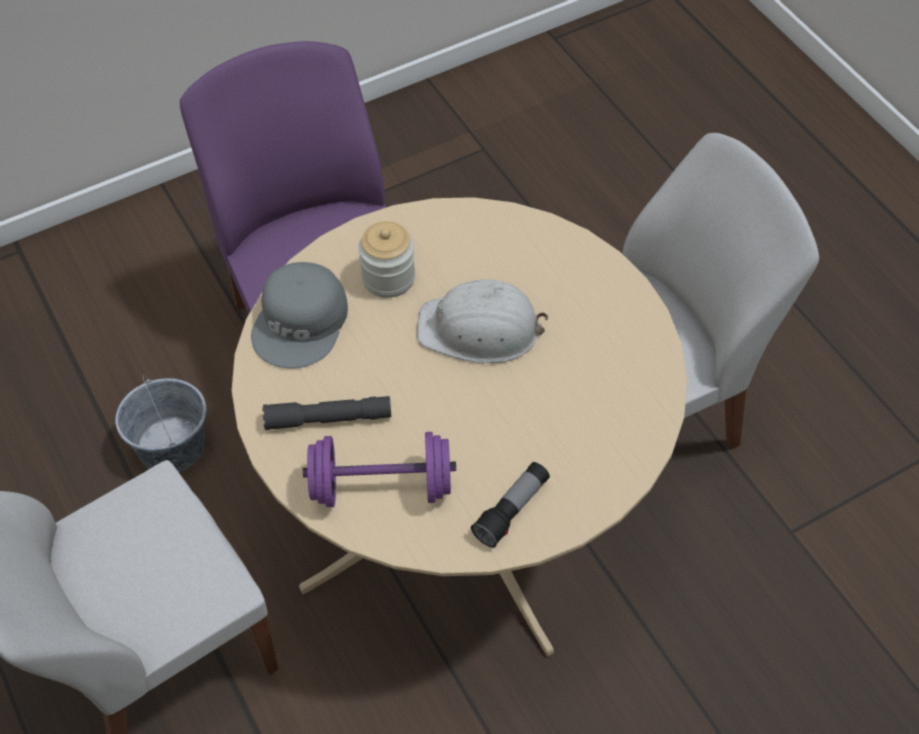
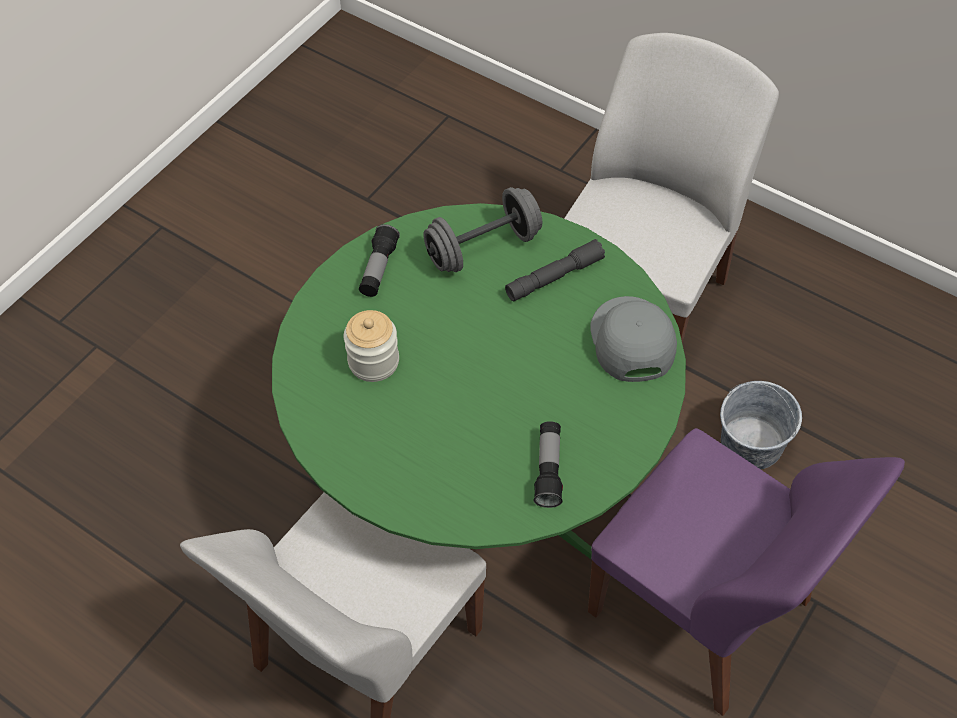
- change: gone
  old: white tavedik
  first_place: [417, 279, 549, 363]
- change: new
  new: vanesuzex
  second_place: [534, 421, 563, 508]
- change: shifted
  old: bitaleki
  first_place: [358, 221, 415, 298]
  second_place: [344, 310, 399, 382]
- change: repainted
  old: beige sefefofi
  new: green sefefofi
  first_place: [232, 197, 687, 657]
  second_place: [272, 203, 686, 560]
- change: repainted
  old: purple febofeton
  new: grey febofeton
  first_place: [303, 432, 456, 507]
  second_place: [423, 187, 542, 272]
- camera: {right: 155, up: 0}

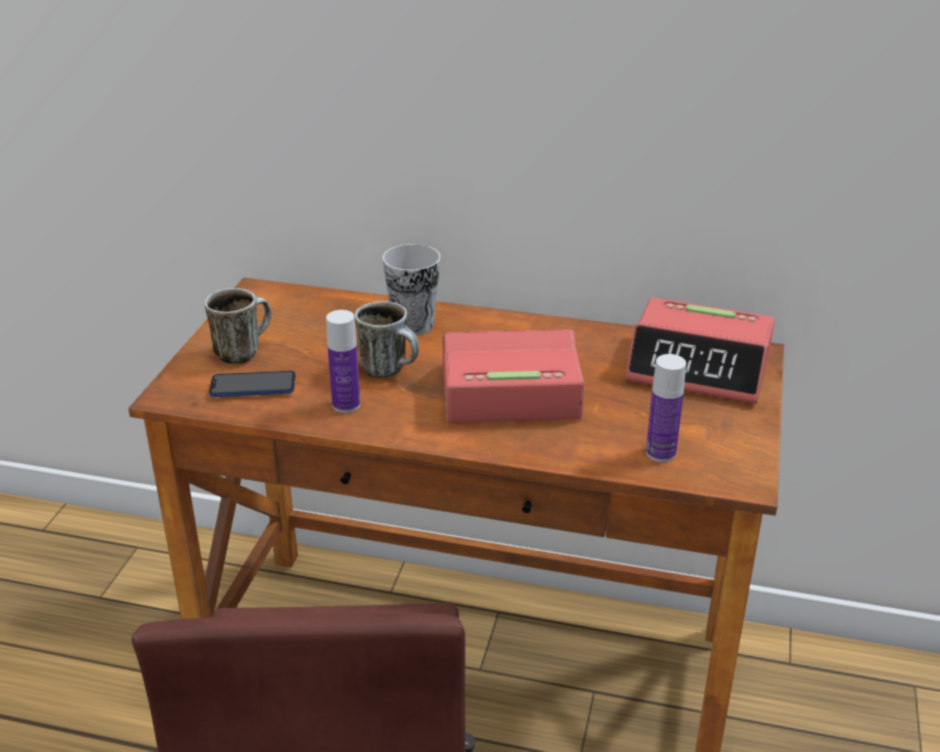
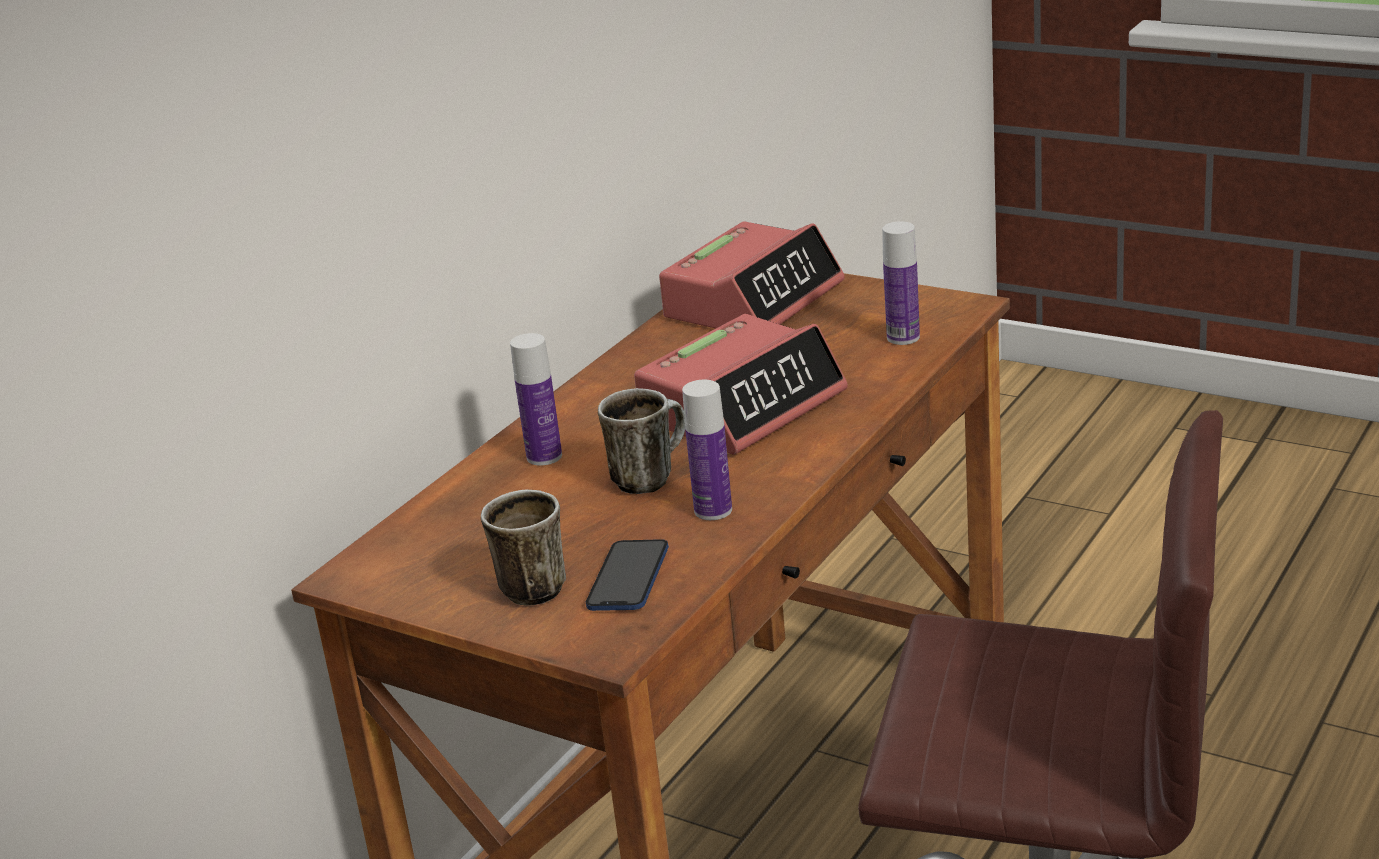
- change: swapped
  old: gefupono
  new: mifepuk
  first_place: [382, 244, 440, 336]
  second_place: [510, 333, 562, 466]
- change: rotated
  old: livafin
  first_place: [443, 329, 584, 423]
  second_place: [634, 314, 848, 455]
  degrees: -150
- camera: {right: -70, up: -5}

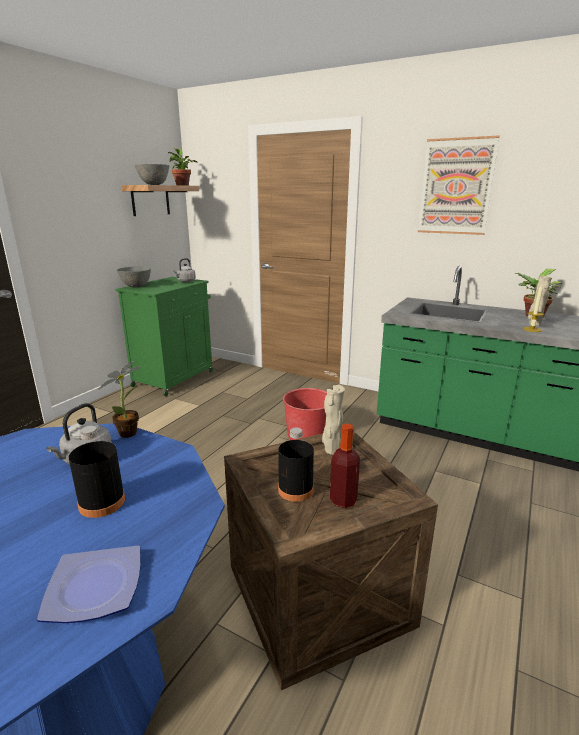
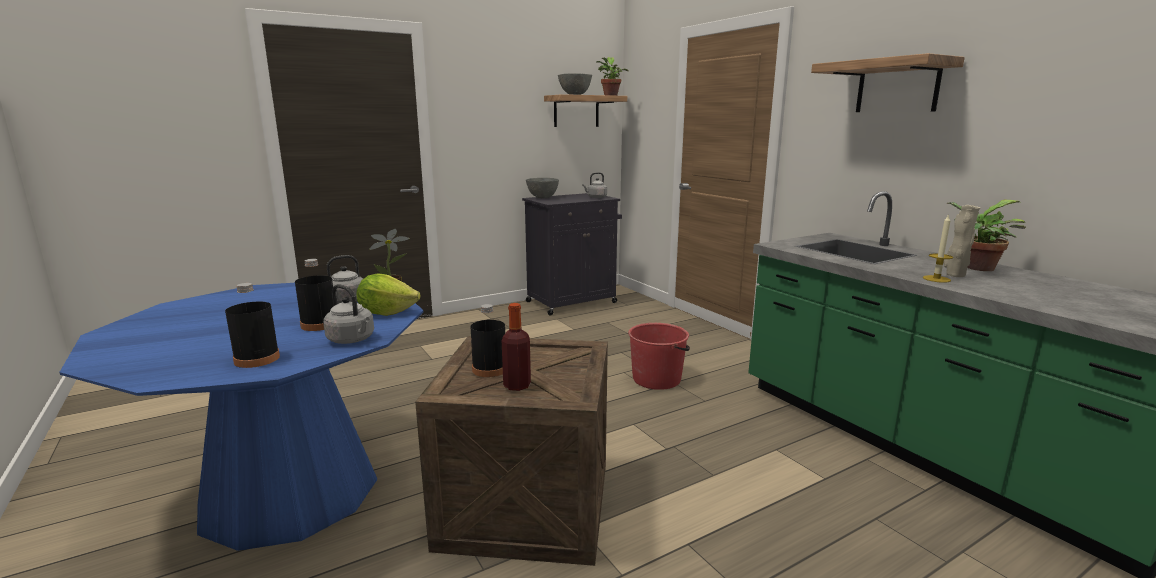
- change: gone
  old: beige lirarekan
  first_place: [322, 385, 345, 455]
- change: new
  new: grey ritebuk
  second_place: [323, 284, 374, 344]
- change: new
  new: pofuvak
  second_place: [356, 273, 420, 316]
- change: swapped
  old: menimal
  new: black mifepuk
  first_place: [37, 546, 141, 623]
  second_place: [225, 283, 280, 368]
- change: swapped
  old: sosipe
  new: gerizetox
  first_place: [418, 135, 499, 235]
  second_place: [811, 53, 965, 112]
- change: repainted
  old: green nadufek
  new: black nadufek
  first_place: [115, 277, 213, 396]
  second_place: [522, 193, 622, 316]
- camera: {right: 30, up: -5}

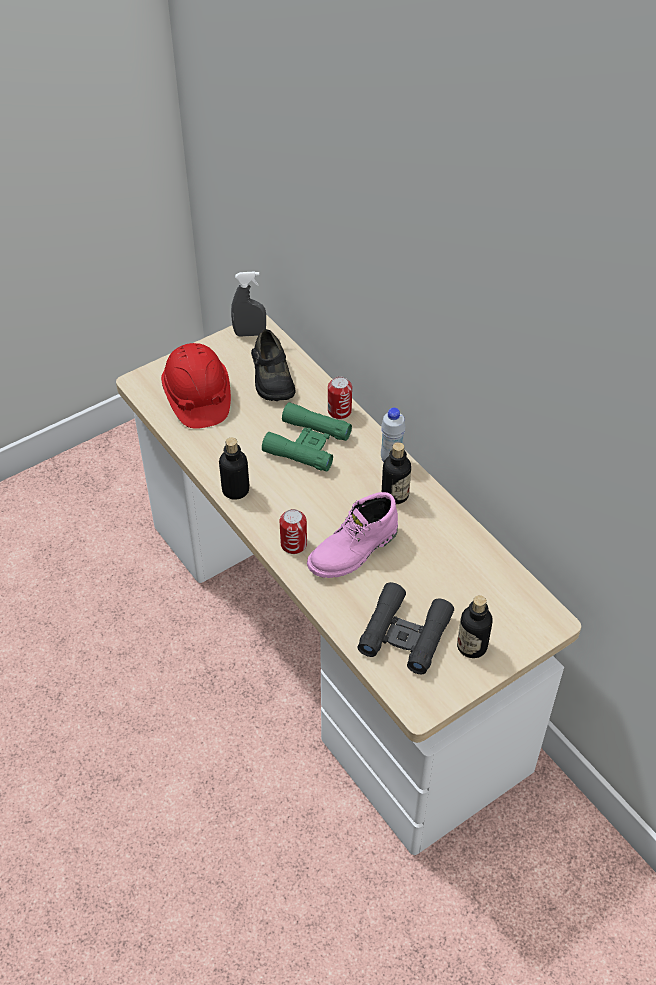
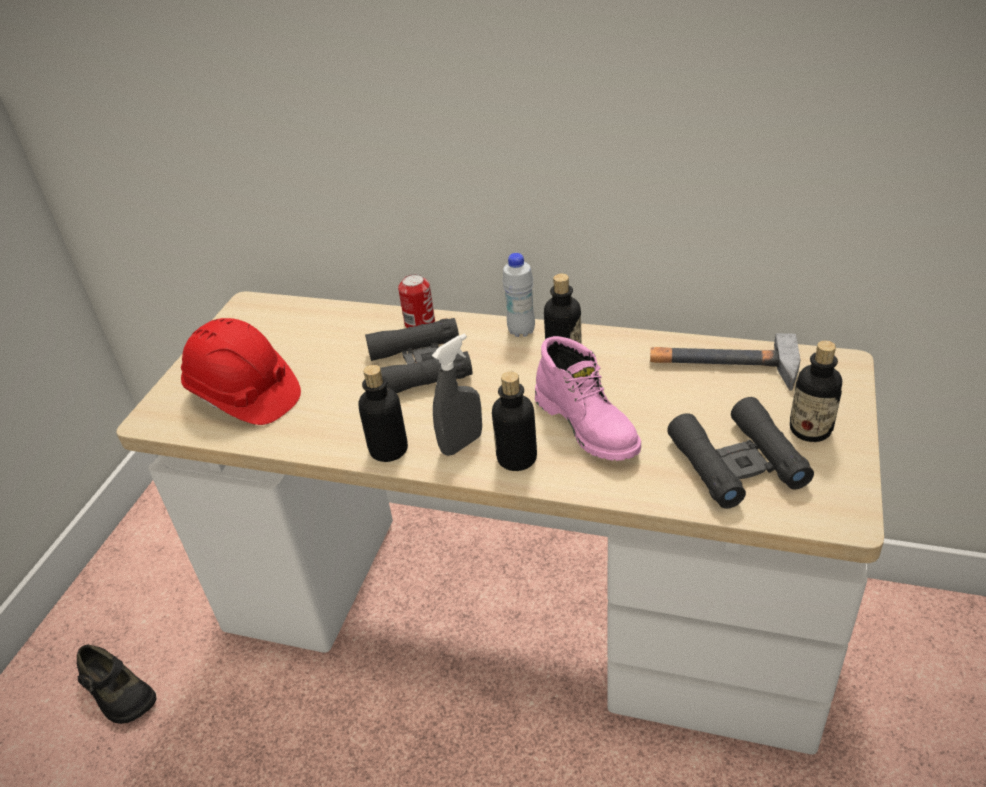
- change: new
  new: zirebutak
  second_place: [650, 333, 800, 391]
- change: shifted
  old: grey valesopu
  first_place: [231, 271, 266, 337]
  second_place: [432, 334, 482, 456]
- change: shifted
  old: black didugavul
  first_place: [251, 329, 295, 401]
  second_place: [77, 645, 156, 724]
- change: swapped
  old: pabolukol
  new: mifepuk
  first_place: [280, 509, 307, 554]
  second_place: [492, 371, 537, 471]
- change: repainted
  old: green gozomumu
  new: black gozomumu
  first_place: [262, 402, 352, 472]
  second_place: [365, 318, 473, 393]
- change: rotated
  old: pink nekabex
  first_place: [307, 492, 398, 578]
  second_place: [535, 336, 641, 461]
  degrees: -45
- camera: {right: -35, up: -10}

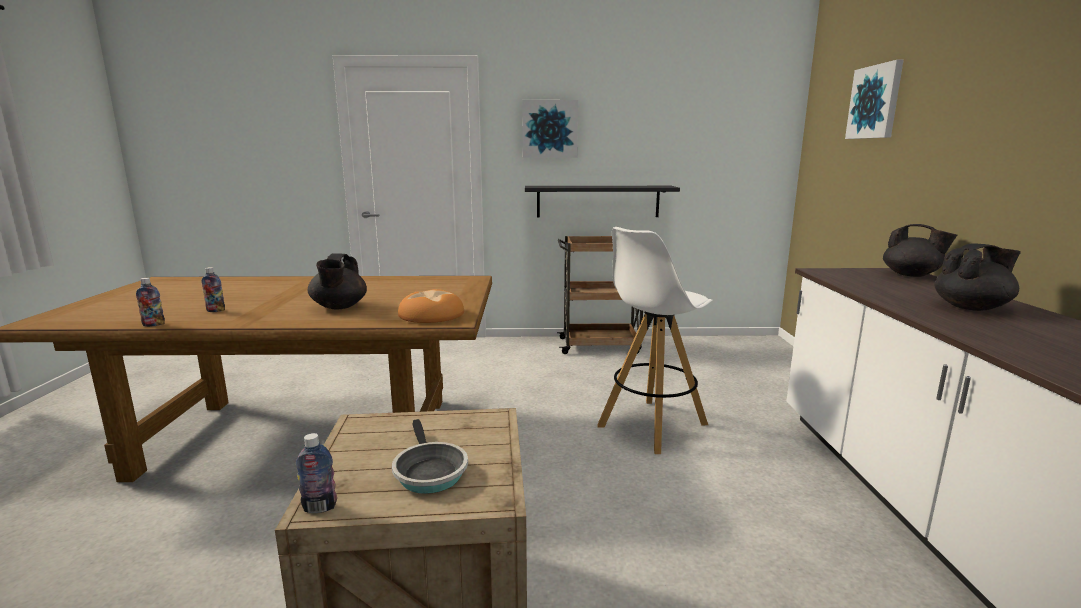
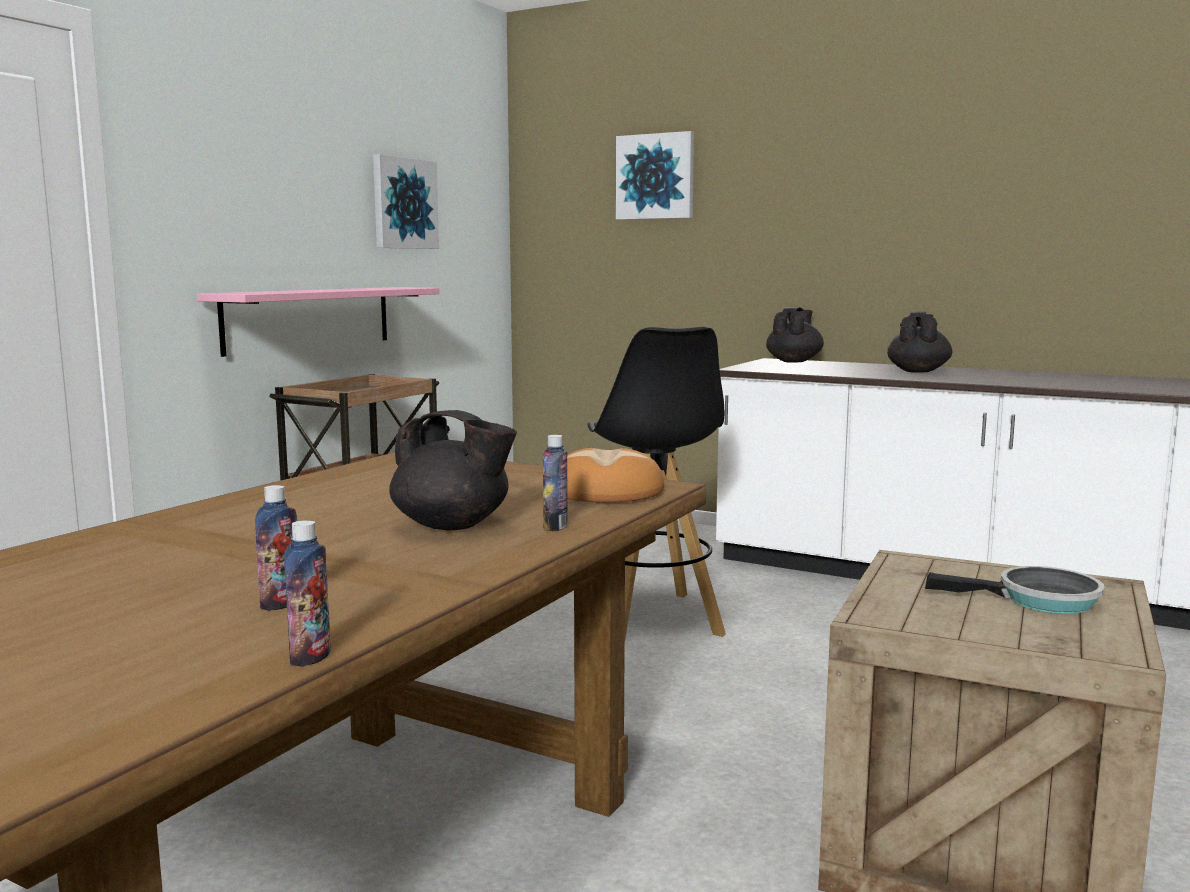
- change: shifted
  old: mifepuk
  first_place: [296, 433, 337, 513]
  second_place: [543, 435, 568, 531]
- change: shifted
  old: sosipe
  first_place: [522, 100, 578, 158]
  second_place: [373, 154, 439, 249]
- change: repainted
  old: black gerizetox
  new: pink gerizetox
  first_place: [525, 186, 680, 217]
  second_place: [197, 287, 439, 357]
- change: repainted
  old: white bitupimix
  new: black bitupimix
  first_place: [597, 227, 713, 454]
  second_place: [587, 326, 726, 638]
- change: rotated
  old: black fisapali
  first_place: [883, 224, 957, 277]
  second_place: [766, 307, 824, 363]
  degrees: -45
- camera: {right: -60, up: -5}

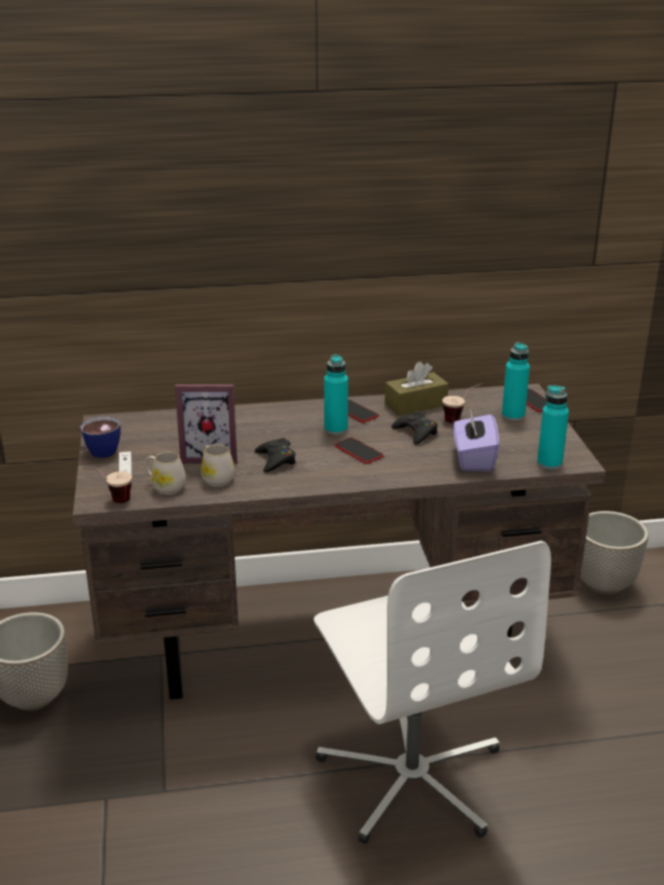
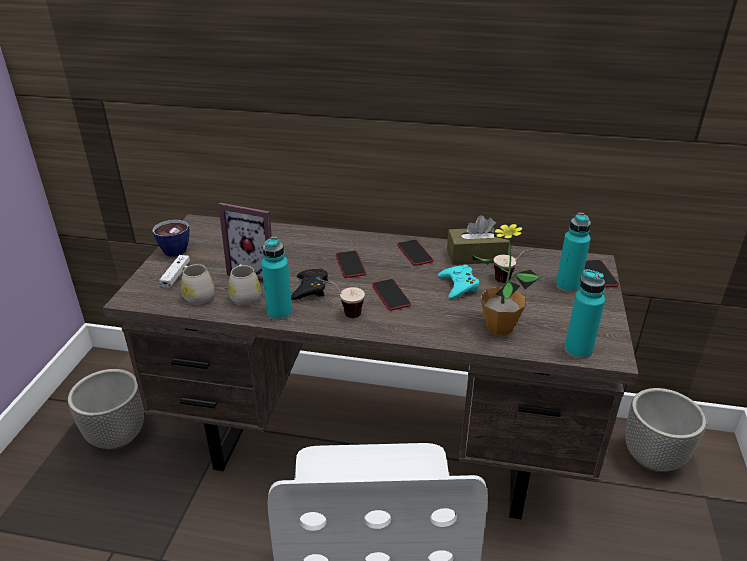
- change: new
  new: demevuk
  second_place: [336, 251, 366, 278]
- change: shifted
  old: gefupono
  first_place: [82, 467, 132, 503]
  second_place: [319, 279, 365, 318]
- change: shifted
  old: turquoise mifepuk
  first_place: [324, 354, 348, 435]
  second_place: [261, 237, 292, 321]
- change: swapped
  old: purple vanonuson
  new: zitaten
  first_place: [453, 408, 499, 471]
  second_place: [472, 222, 540, 336]
- change: repainted
  old: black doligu
  new: turquoise doligu
  first_place: [391, 411, 438, 445]
  second_place: [438, 265, 479, 299]
- camera: {right: 20, up: 5}

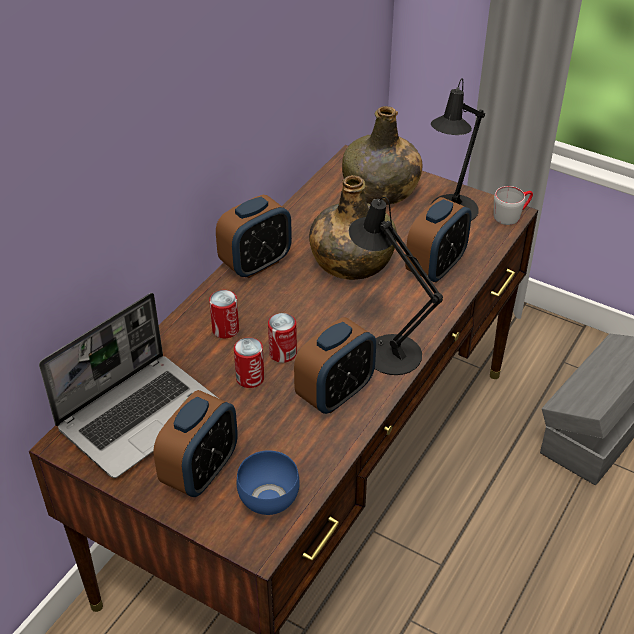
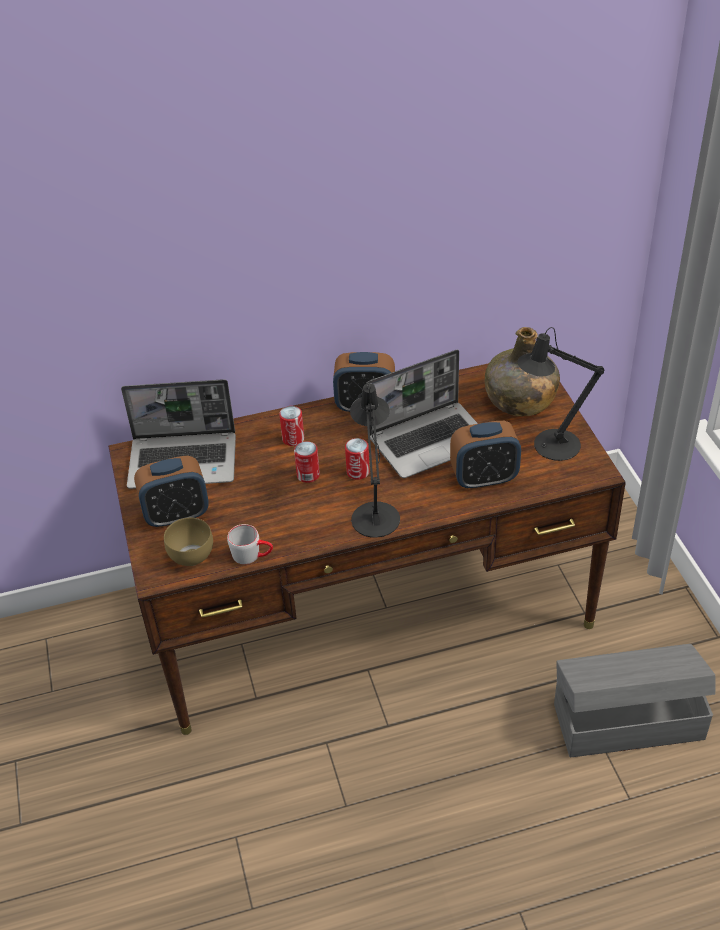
- change: gone
  old: livafin
  first_place: [294, 317, 376, 414]
- change: shifted
  old: pabolukol
  first_place: [234, 337, 264, 388]
  second_place: [345, 438, 370, 480]
- change: shifted
  old: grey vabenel
  first_place: [494, 186, 533, 225]
  second_place: [227, 524, 273, 564]
- change: swapped
  old: green mifepuk
  new: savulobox
  first_place: [309, 175, 397, 280]
  second_place: [366, 350, 478, 478]
- change: repainted
  old: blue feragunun
  new: brown feragunun
  first_place: [237, 450, 300, 515]
  second_place: [164, 518, 213, 566]
- camera: {right: 45, up: 0}

